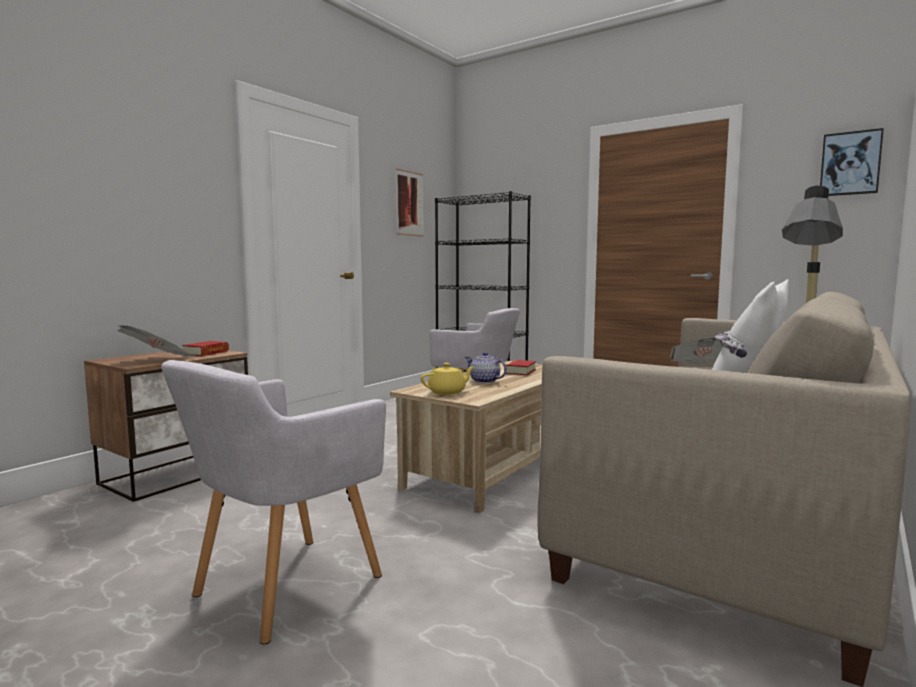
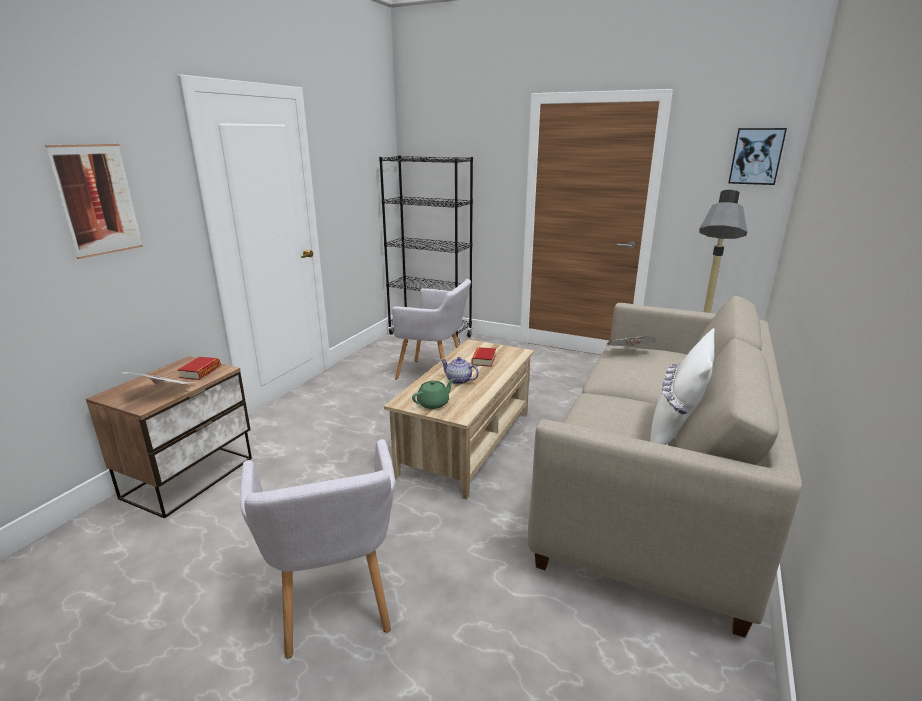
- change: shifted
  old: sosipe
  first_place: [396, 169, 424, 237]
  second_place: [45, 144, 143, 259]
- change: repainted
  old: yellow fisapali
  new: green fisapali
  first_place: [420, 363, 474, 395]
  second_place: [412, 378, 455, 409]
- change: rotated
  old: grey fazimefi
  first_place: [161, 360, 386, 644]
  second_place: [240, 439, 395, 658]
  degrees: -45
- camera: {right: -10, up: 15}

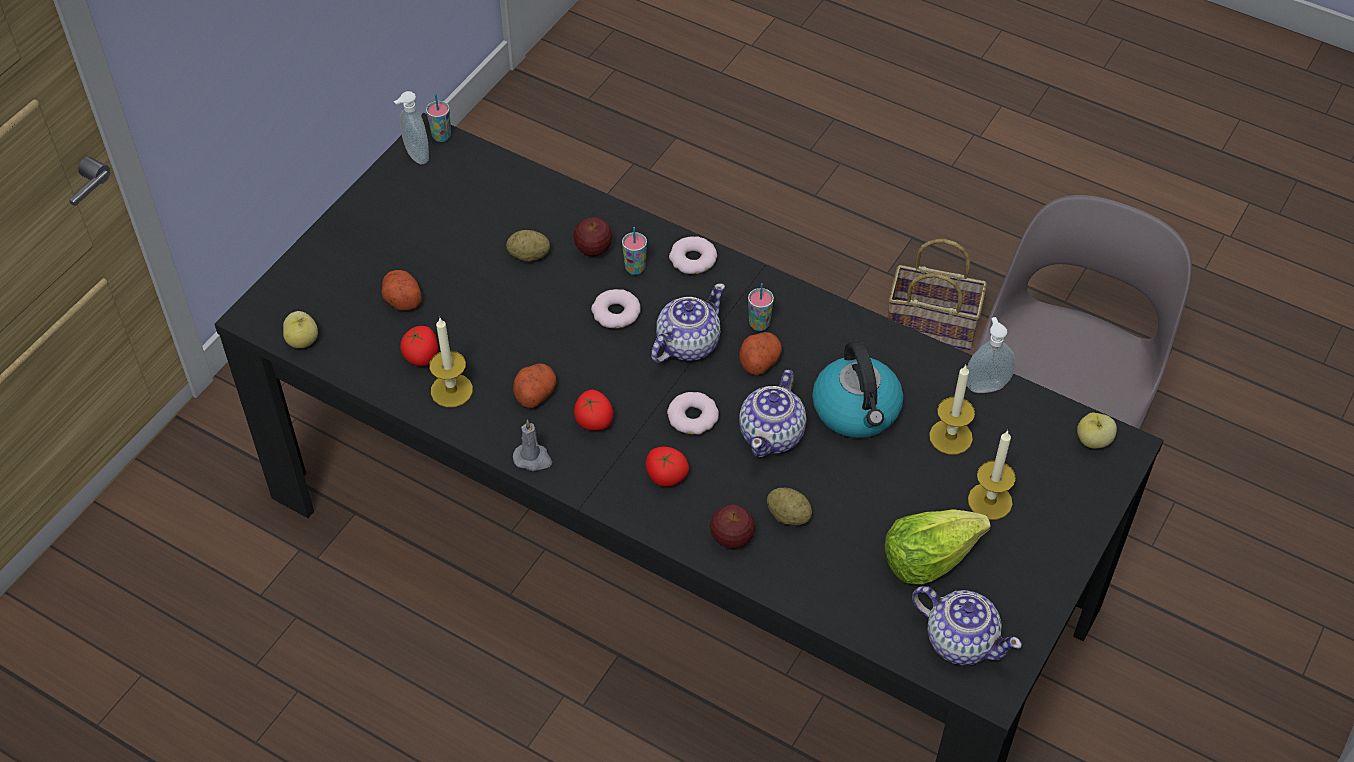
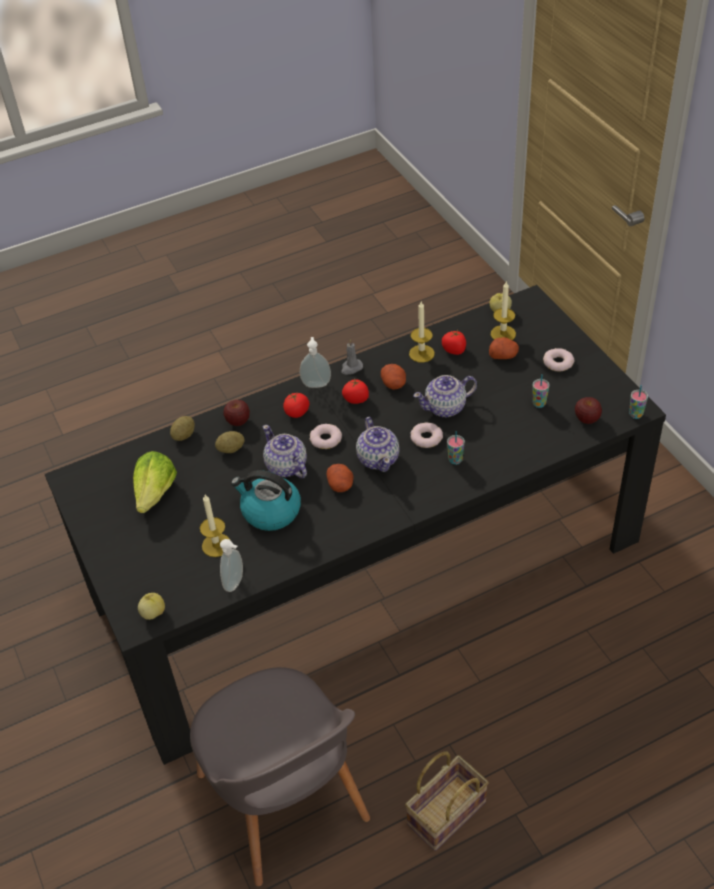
- change: shifted
  old: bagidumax
  first_place: [394, 91, 429, 164]
  second_place: [300, 337, 331, 388]
- change: shifted
  old: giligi
  first_place: [506, 230, 550, 262]
  second_place: [170, 416, 195, 441]
- change: shifted
  old: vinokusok
  first_place: [573, 217, 612, 257]
  second_place: [575, 397, 602, 424]
- change: shifted
  old: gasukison
  first_place: [669, 236, 717, 274]
  second_place: [543, 348, 575, 371]
- change: shifted
  old: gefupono
  first_place: [748, 283, 774, 331]
  second_place: [533, 374, 549, 408]
- change: shifted
  old: fisapali
  first_place: [912, 586, 1022, 666]
  second_place: [413, 375, 477, 417]
- change: shifted
  old: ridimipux
  first_place: [968, 430, 1016, 520]
  second_place: [491, 282, 516, 340]
- camera: {right: 125, up: -5}

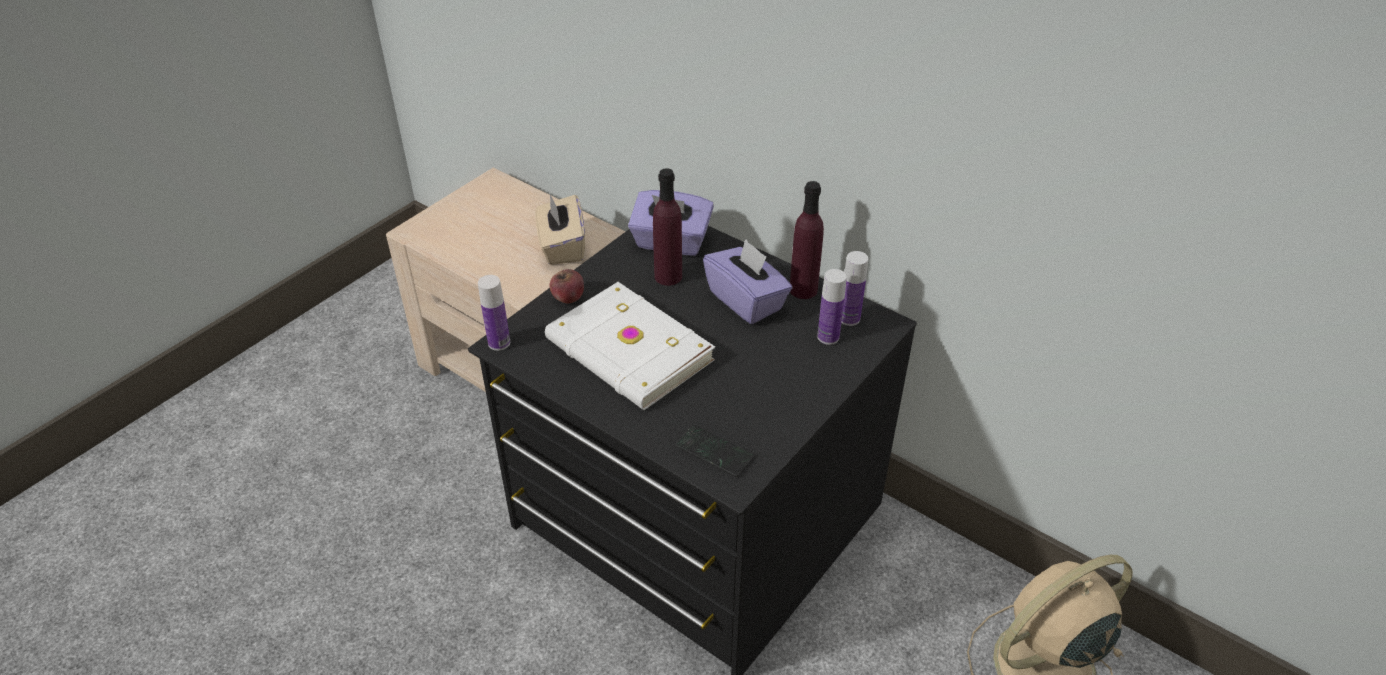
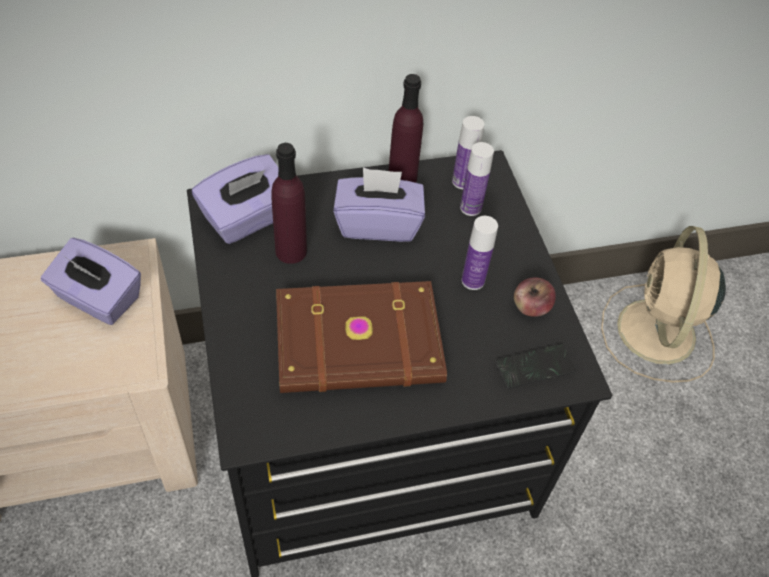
- change: shifted
  old: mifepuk
  first_place: [478, 275, 510, 351]
  second_place: [461, 216, 498, 290]
- change: shifted
  old: vinokusok
  first_place: [550, 269, 584, 303]
  second_place: [514, 277, 556, 317]
- change: repainted
  old: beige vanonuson
  new: purple vanonuson
  first_place: [535, 195, 585, 265]
  second_place: [41, 238, 141, 325]
- change: repainted
  old: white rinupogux
  new: brown rinupogux
  first_place: [545, 282, 715, 410]
  second_place: [276, 281, 447, 393]
- camera: {right: -55, up: 10}

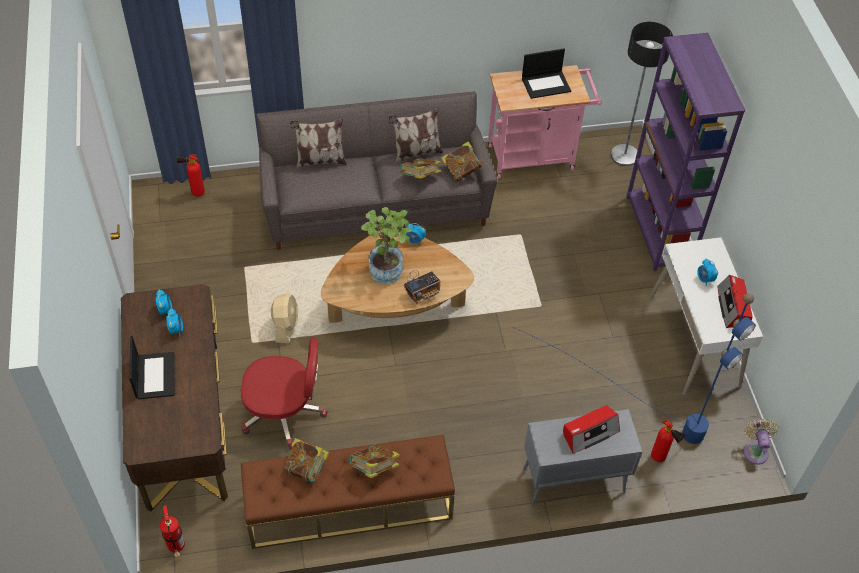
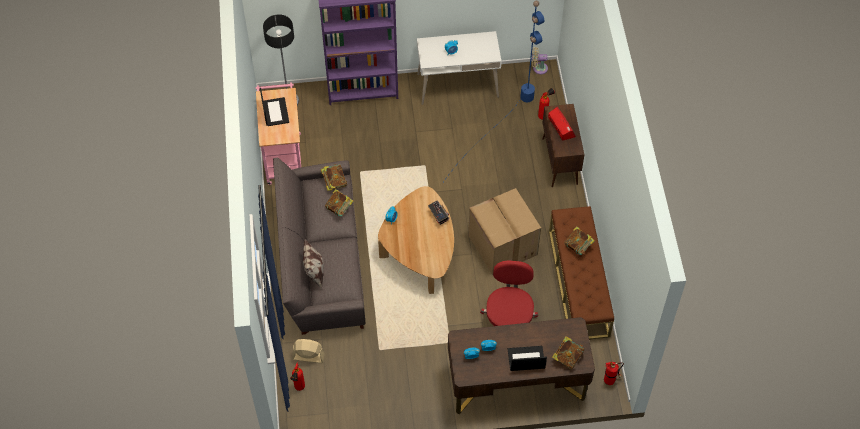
- change: gone
  old: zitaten
  first_place: [361, 207, 412, 284]
- change: gone
  old: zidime
  first_place: [389, 107, 443, 163]
- change: gone
  old: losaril
  first_place: [717, 275, 753, 328]
- change: new
  new: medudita
  second_place: [468, 188, 541, 275]
- change: shifted
  old: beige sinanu
  first_place: [271, 293, 298, 343]
  second_place: [292, 339, 325, 363]
- change: shifted
  old: rinupogux
  first_place: [283, 438, 330, 482]
  second_place: [552, 336, 585, 369]
- change: repainted
  old: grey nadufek
  new: brown nadufek
  first_place: [523, 409, 642, 506]
  second_place: [542, 104, 585, 187]
- camera: {right: -85, up: 5}

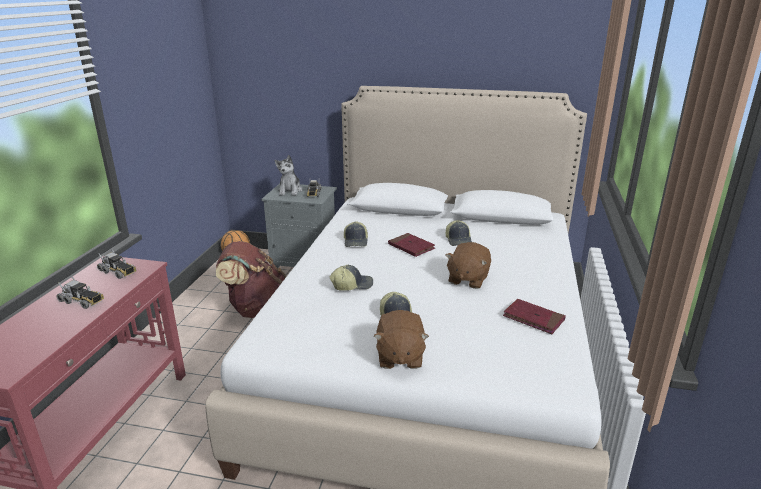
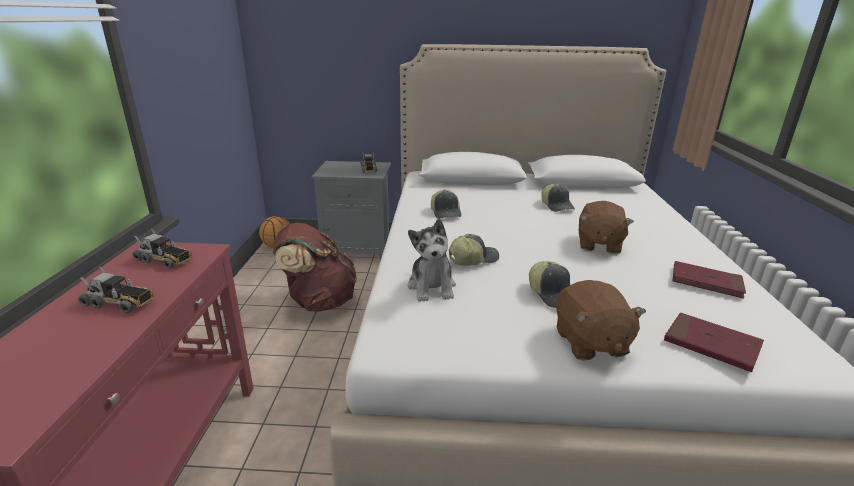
- change: shifted
  old: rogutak
  first_place: [275, 155, 302, 195]
  second_place: [408, 219, 456, 302]
- change: shifted
  old: red rinupogux
  first_place: [388, 233, 435, 257]
  second_place: [664, 313, 764, 372]
- camera: {right: -10, up: 0}

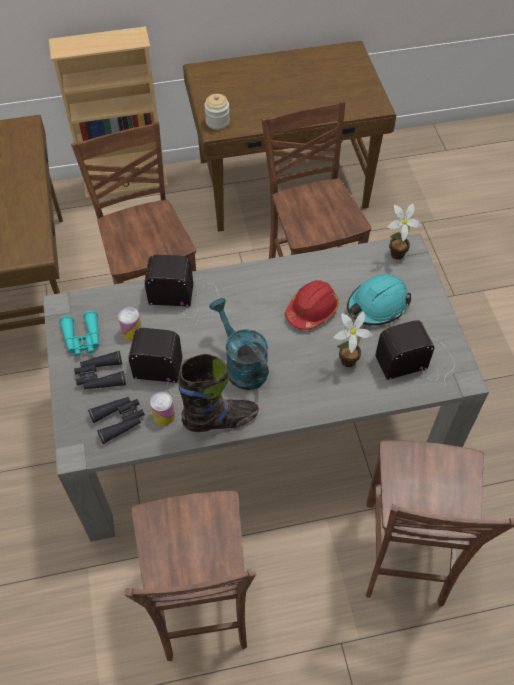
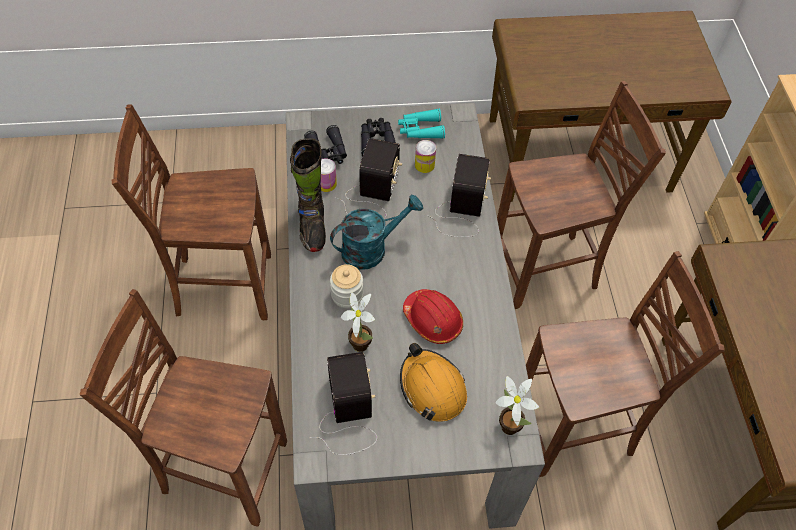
- change: shifted
  old: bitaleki
  first_place: [204, 94, 230, 130]
  second_place: [330, 264, 363, 308]
- change: repainted
  old: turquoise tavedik
  new: orange tavedik
  first_place: [347, 274, 411, 326]
  second_place: [400, 343, 467, 422]
- camera: {right: 95, up: 0}

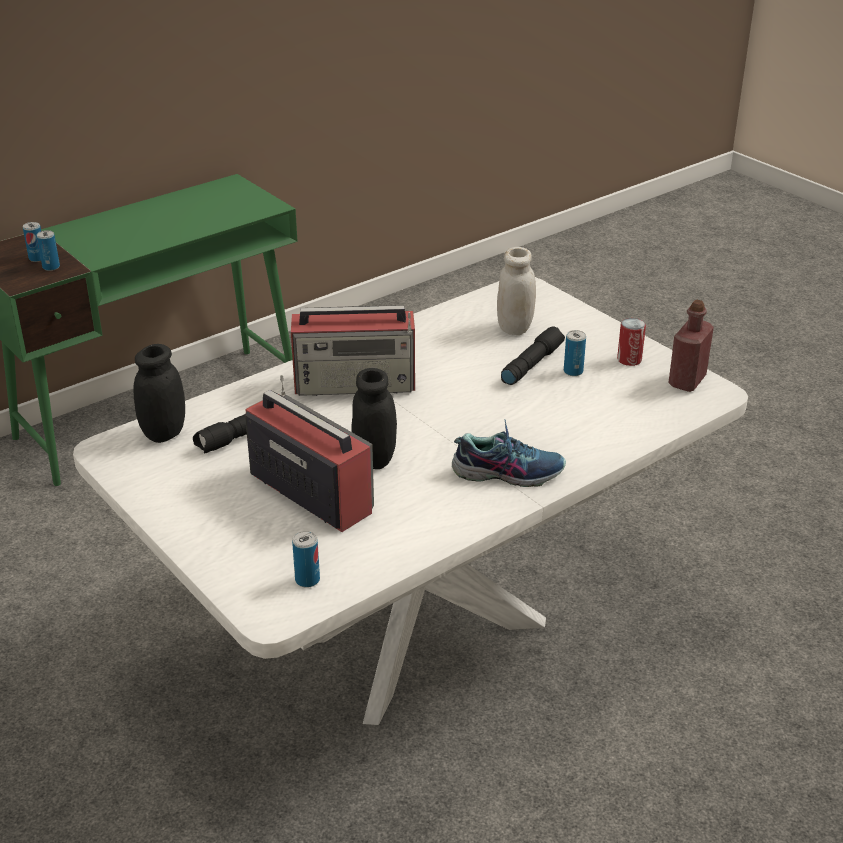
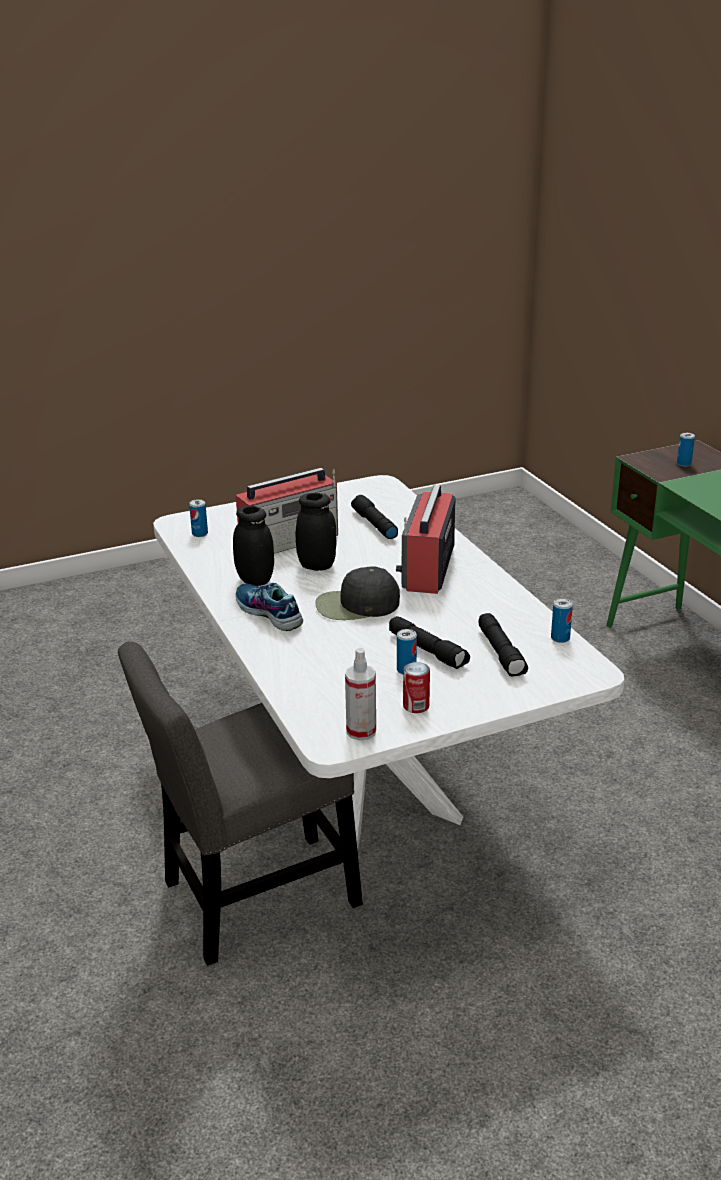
- change: new
  new: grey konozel
  second_place: [118, 641, 363, 966]
- change: new
  new: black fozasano
  second_place: [315, 566, 400, 620]
- change: shifted
  old: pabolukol
  first_place: [37, 230, 60, 271]
  second_place: [551, 598, 573, 643]
- change: shifted
  old: black bitaleki
  first_place: [133, 344, 185, 443]
  second_place: [233, 506, 274, 586]
- change: swapped
  old: white bitaleki
  new: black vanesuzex
  first_place: [497, 247, 536, 335]
  second_place: [479, 613, 528, 676]
- change: swapped
  old: red mifepuk
  new: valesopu
  first_place: [668, 300, 714, 392]
  second_place: [345, 648, 376, 740]
- change: rotated
  old: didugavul
  first_place: [452, 420, 566, 487]
  second_place: [235, 583, 303, 631]
  degrees: 120
- camera: {right: 105, up: -5}

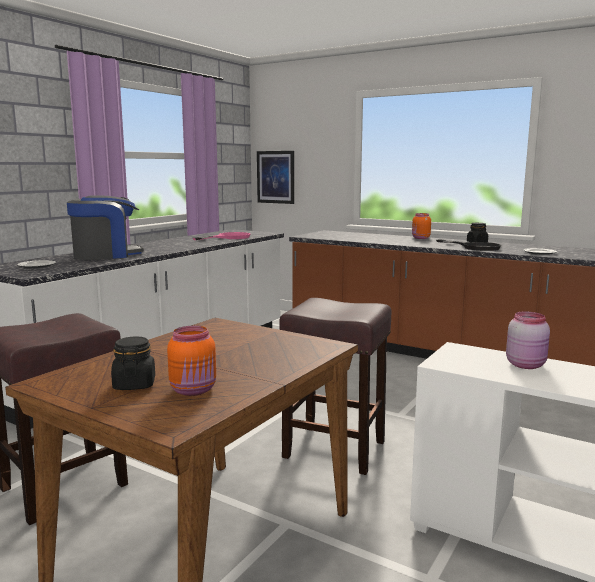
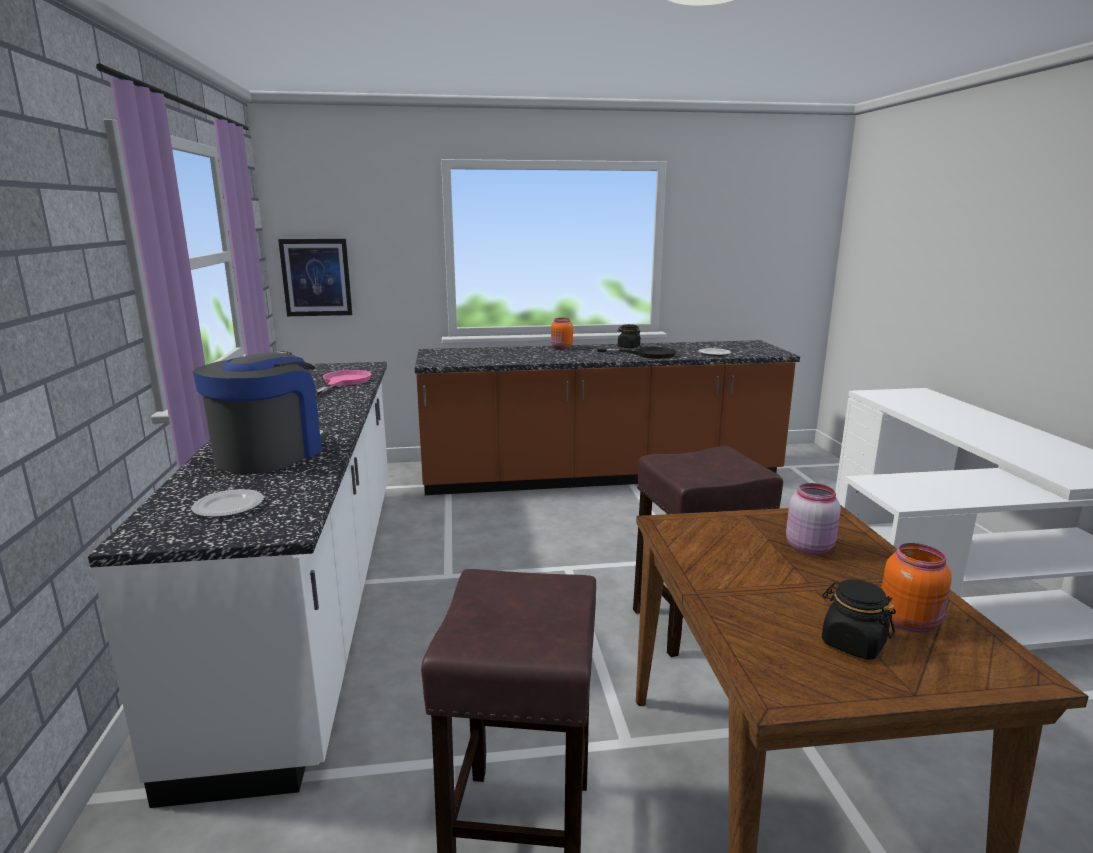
- change: shifted
  old: pink bitaleki
  first_place: [506, 312, 550, 369]
  second_place: [786, 483, 841, 555]
- camera: {right: -40, up: 5}

